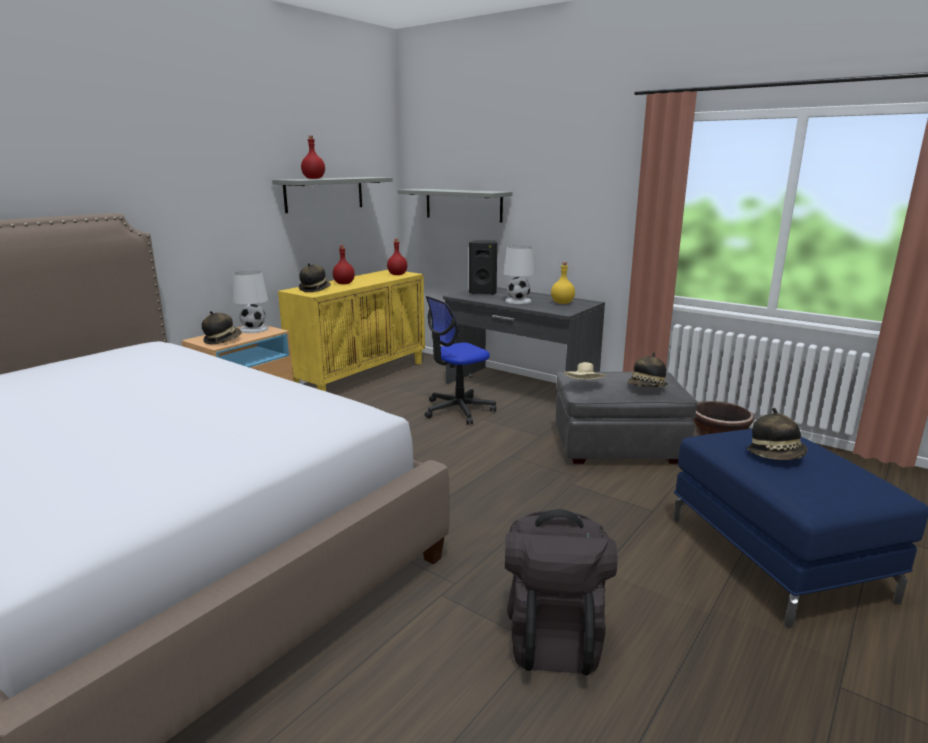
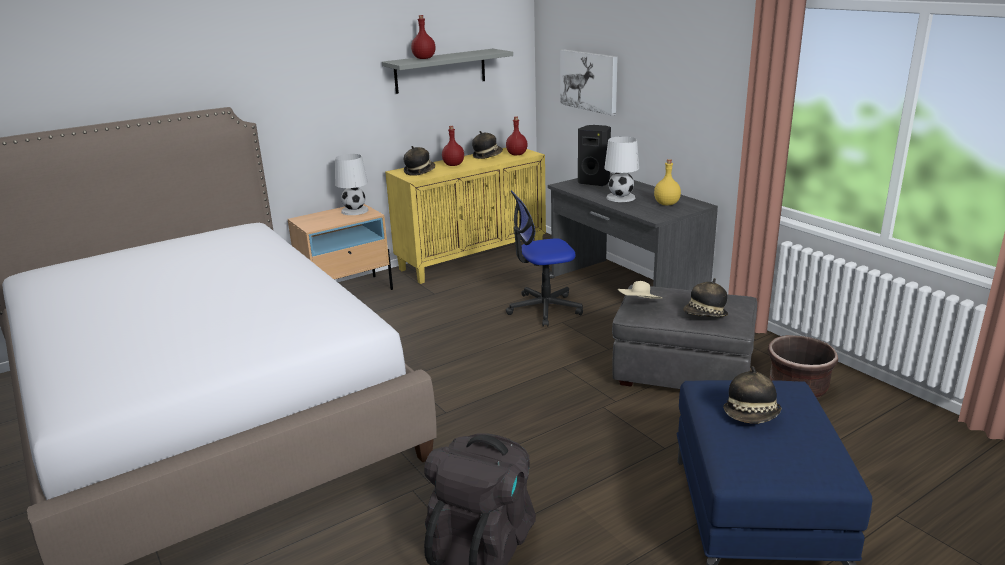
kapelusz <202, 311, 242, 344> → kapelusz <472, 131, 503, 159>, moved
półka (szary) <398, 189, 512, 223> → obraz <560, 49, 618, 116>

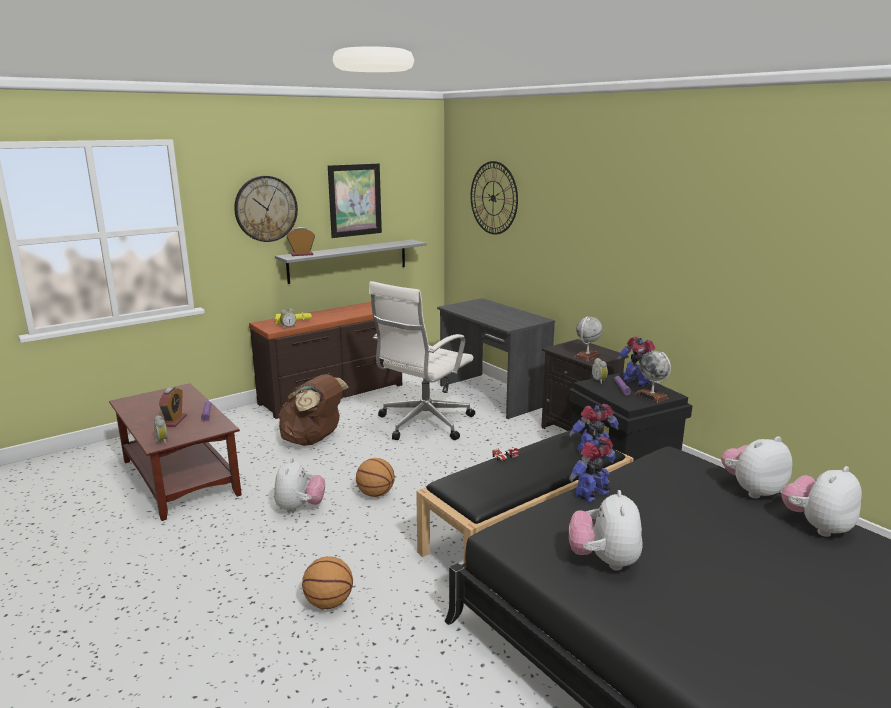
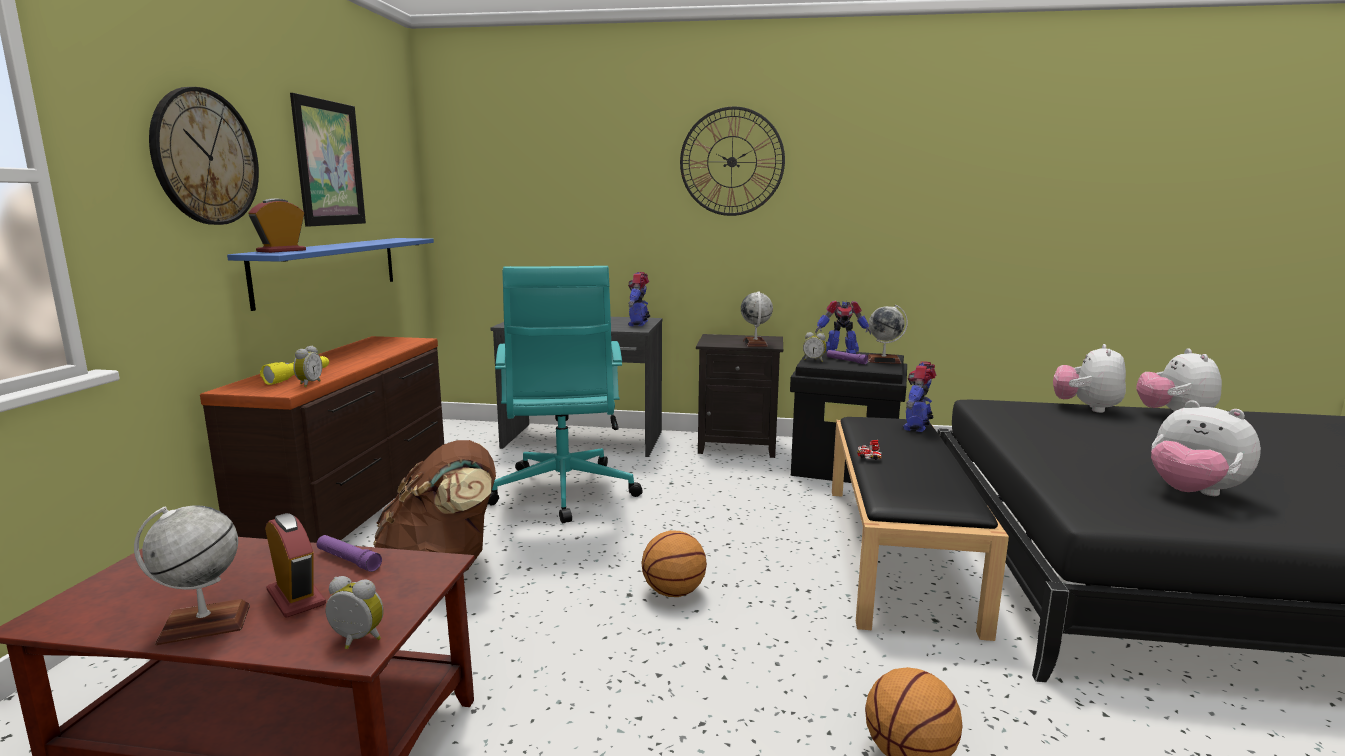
pluszak <274, 458, 325, 513> → -
półka (szary) <275, 240, 427, 284> → półka (niebieski) <227, 238, 434, 311>
krzesło biurowe (biały) <369, 281, 475, 440> → krzesło biurowe (turkusowy) <488, 266, 643, 523>
zegar ścienny <471, 161, 518, 235> → zegar ścienny <680, 106, 785, 216>, moved
robot zabawkowy <569, 436, 616, 502> → robot zabawkowy <628, 272, 650, 326>, moved
- → globus <134, 506, 250, 645>

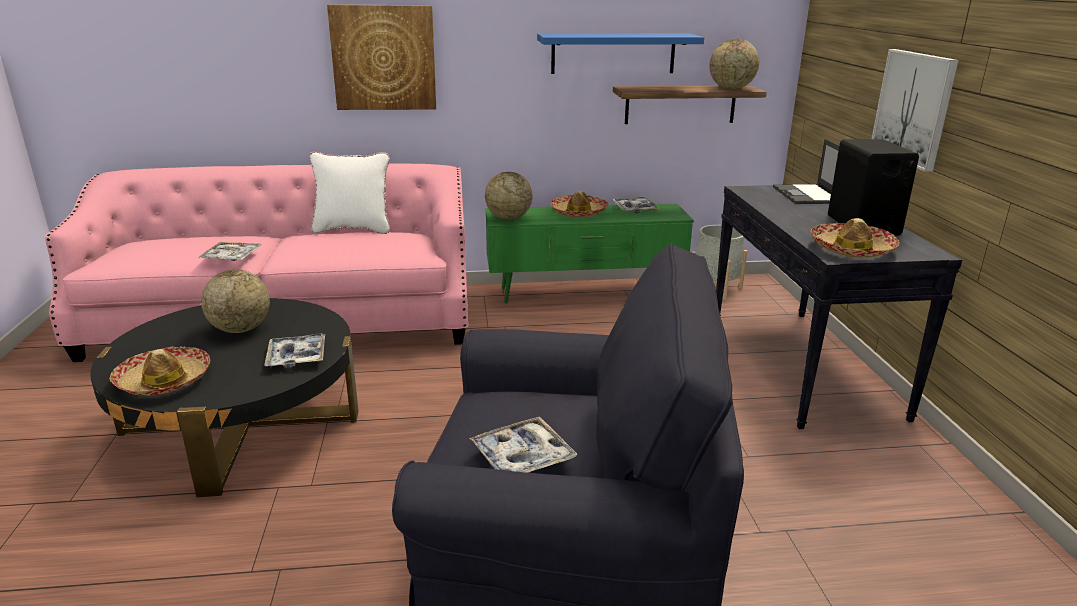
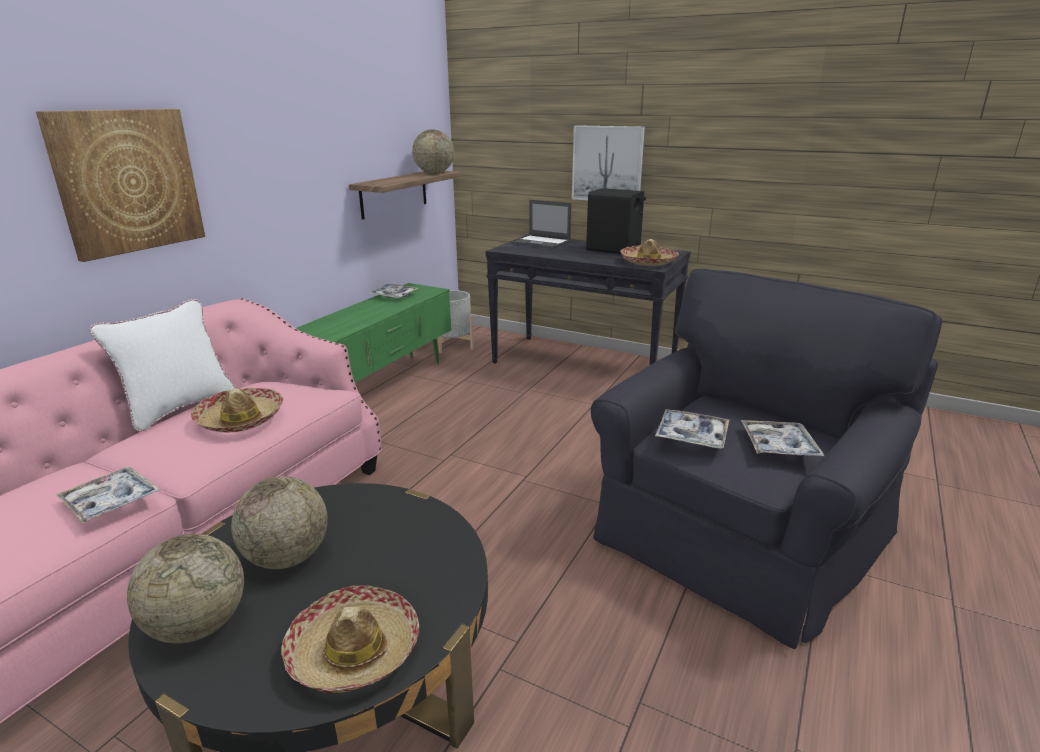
taca <264, 334, 325, 368> → taca <655, 409, 729, 448>, moved
globus <485, 172, 533, 220> → globus <127, 534, 244, 644>, moved
półka (niebieski) <537, 33, 704, 74> → -
kapelusz <551, 191, 608, 218> → kapelusz <191, 388, 283, 433>, moved

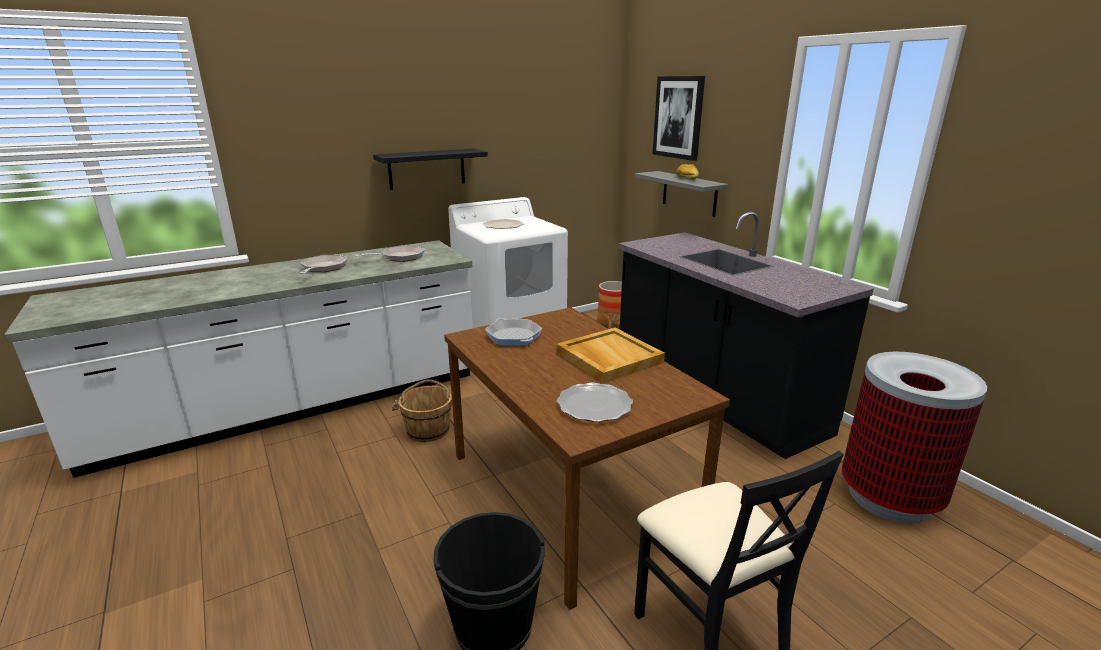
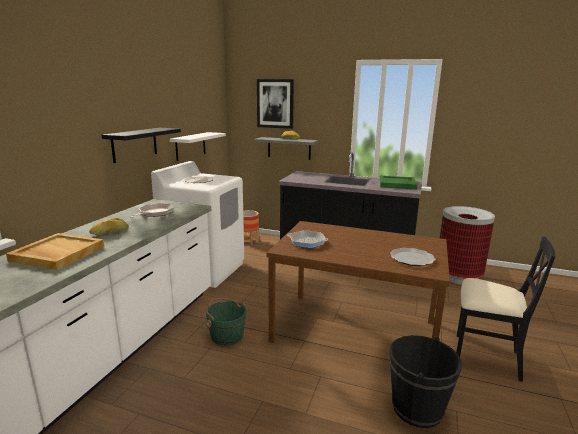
patelnia <299, 255, 348, 274> → chleb <89, 218, 129, 235>
wiadro (brązowy) <392, 380, 452, 442> → wiadro (zielony) <205, 298, 248, 346>
taca (beżowy) <557, 328, 665, 383> → taca (beżowy) <6, 233, 104, 270>, moved
- → półka (biały) <170, 132, 226, 161>
- → taca (zielony) <380, 176, 417, 190>

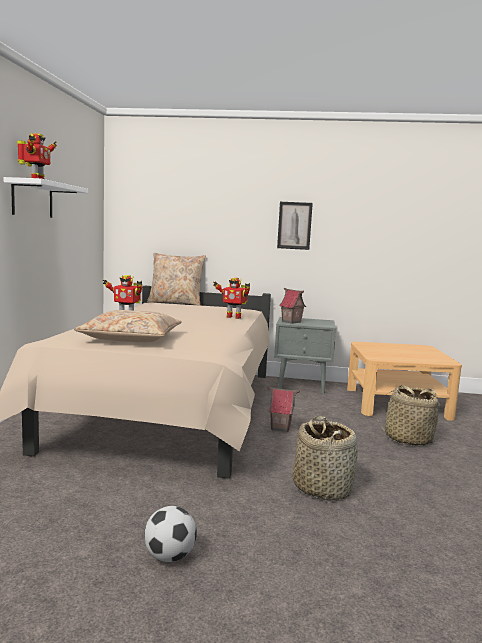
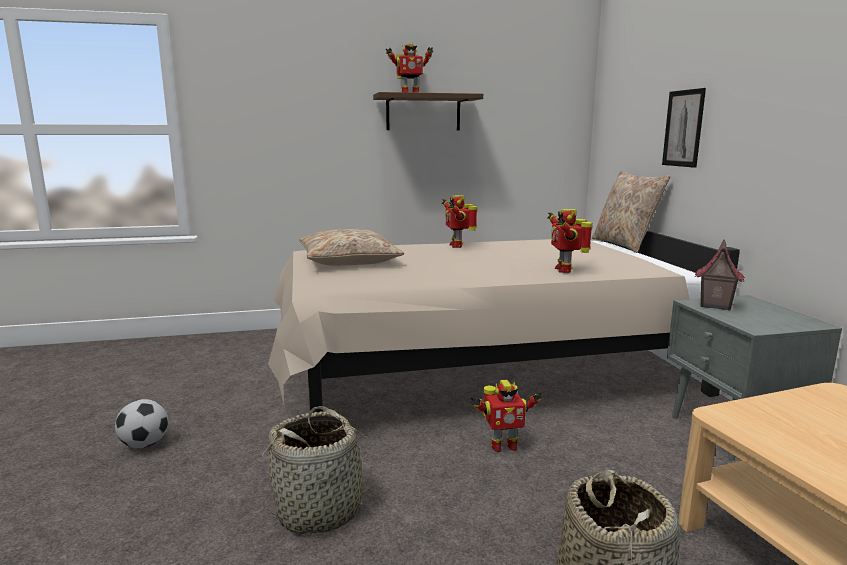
półka (biały) <4, 177, 88, 218> → półka (brązowy) <373, 92, 483, 130>
domek <267, 387, 300, 432> → robot zabawkowy <471, 380, 542, 452>
obraz <277, 202, 313, 250> → obraz <662, 88, 706, 168>, moved

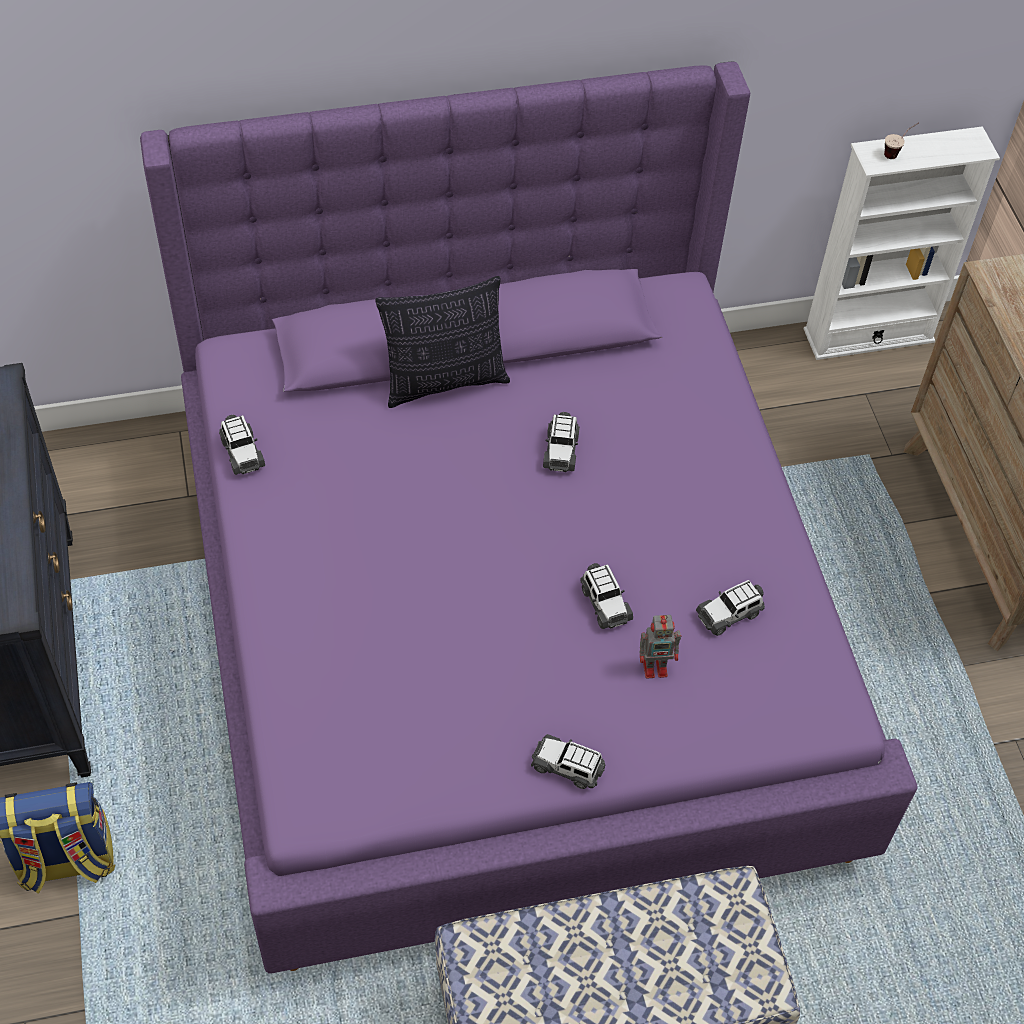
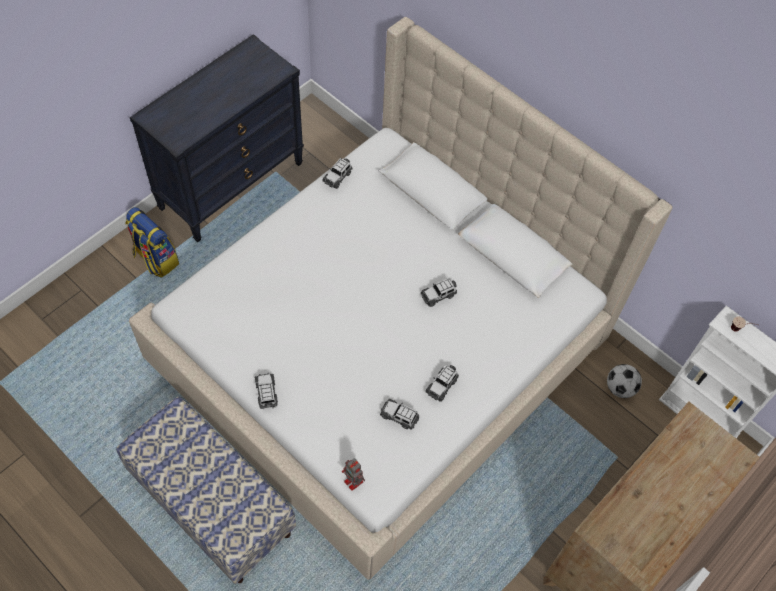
łóżko (fioletowy) <140, 61, 917, 973> → łóżko (beżowy) <129, 17, 673, 580>
poduszka <375, 276, 510, 408> → -
samochodzik <580, 563, 633, 629> → samochodzik <425, 365, 459, 402>, moved
robot zabawkowy <639, 615, 681, 678> → robot zabawkowy <342, 458, 365, 491>, moved
- → piłka futbolowa <607, 364, 642, 398>

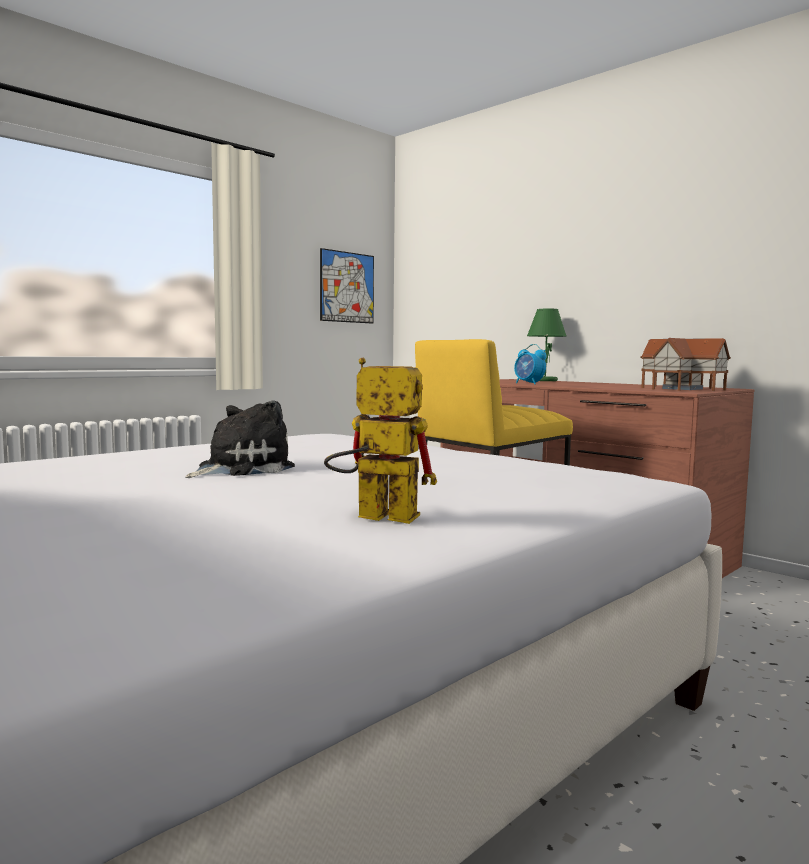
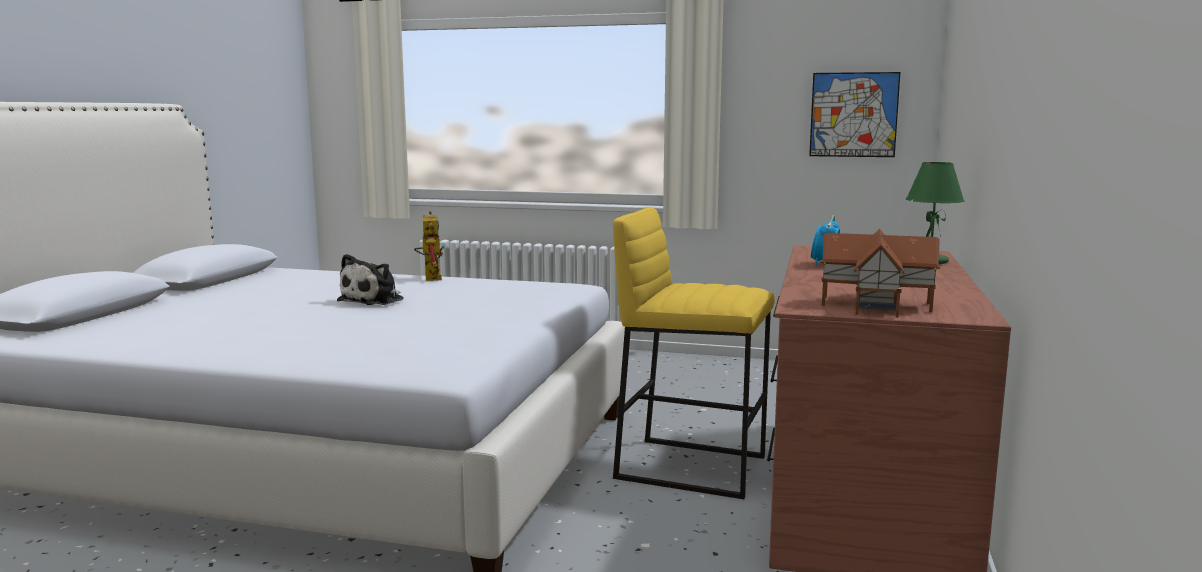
pluszak <185, 400, 295, 478> → pluszak <337, 254, 403, 305>, 105 degrees clockwise
robot zabawkowy <324, 358, 437, 524> → robot zabawkowy <414, 211, 445, 281>, moved

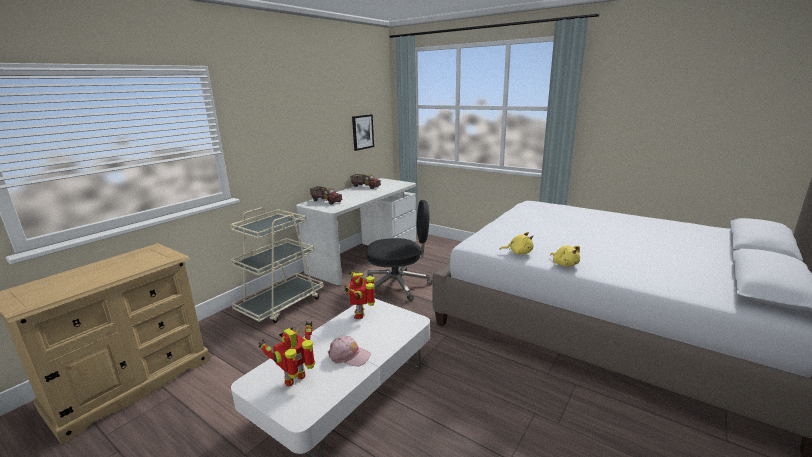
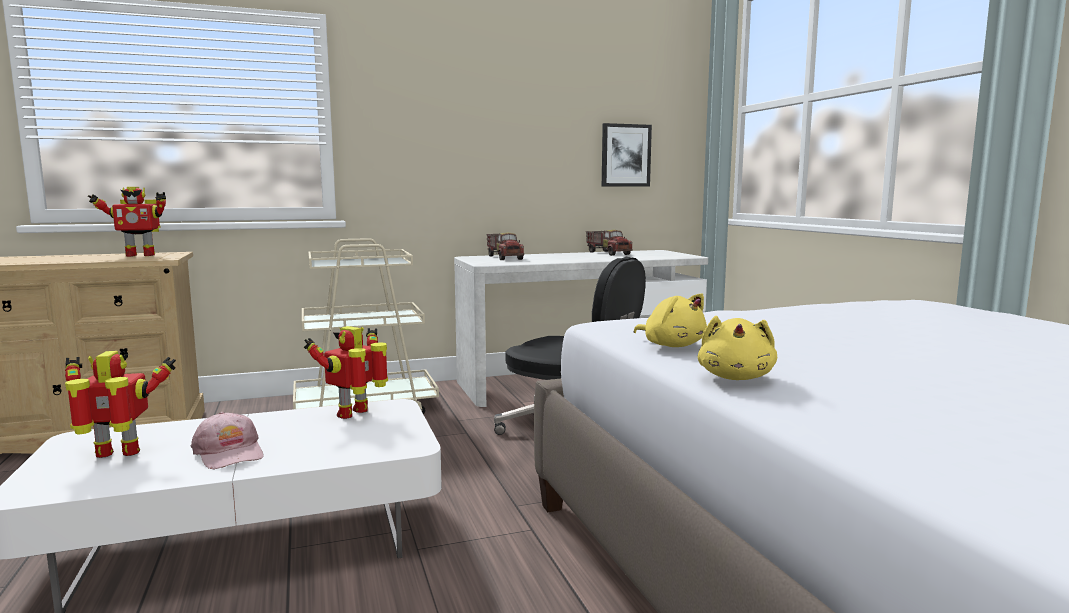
- → robot zabawkowy <88, 187, 166, 257>

